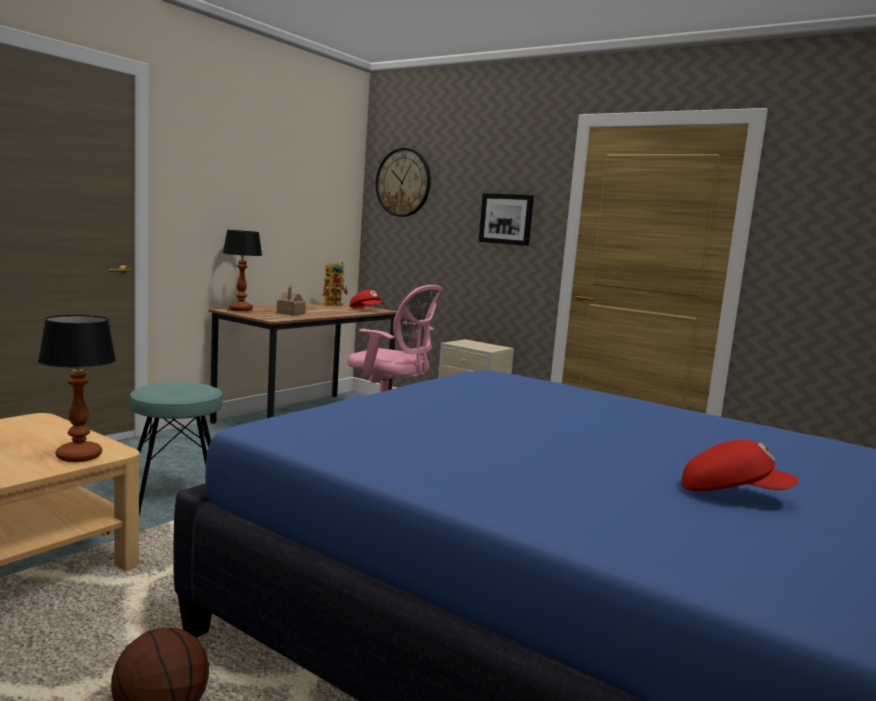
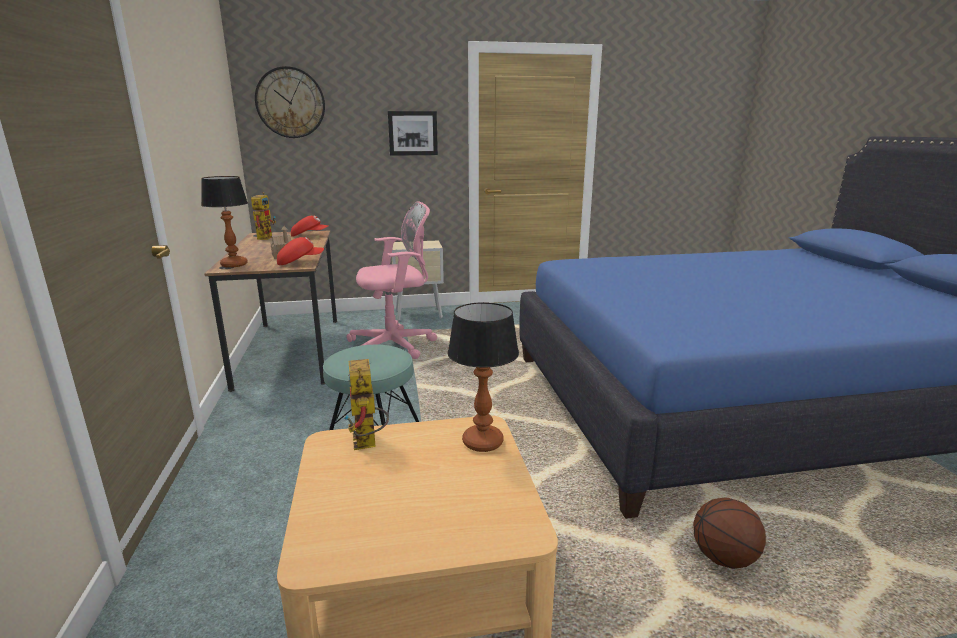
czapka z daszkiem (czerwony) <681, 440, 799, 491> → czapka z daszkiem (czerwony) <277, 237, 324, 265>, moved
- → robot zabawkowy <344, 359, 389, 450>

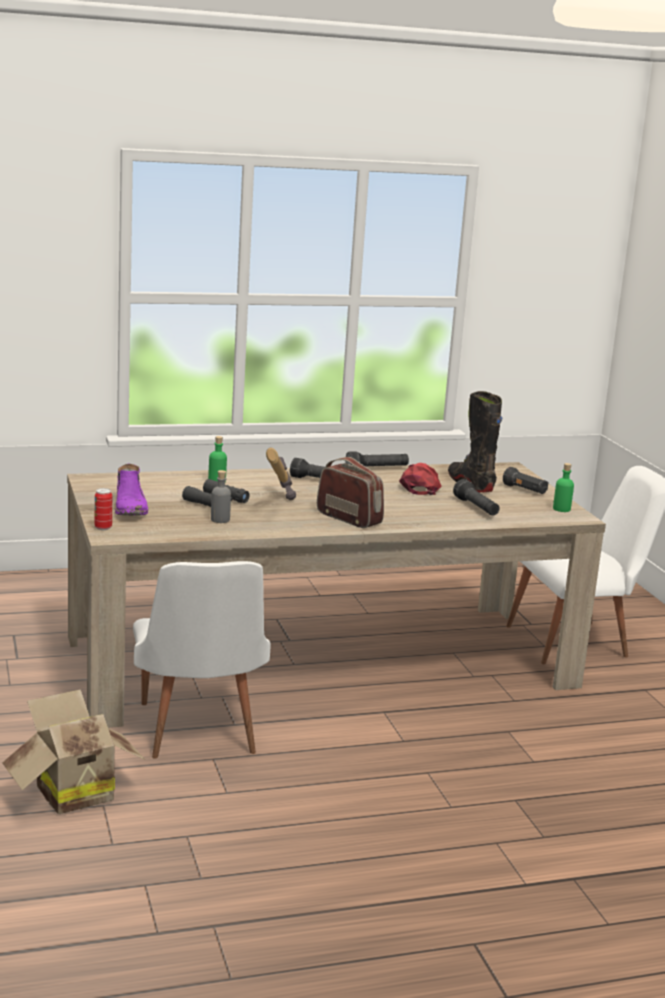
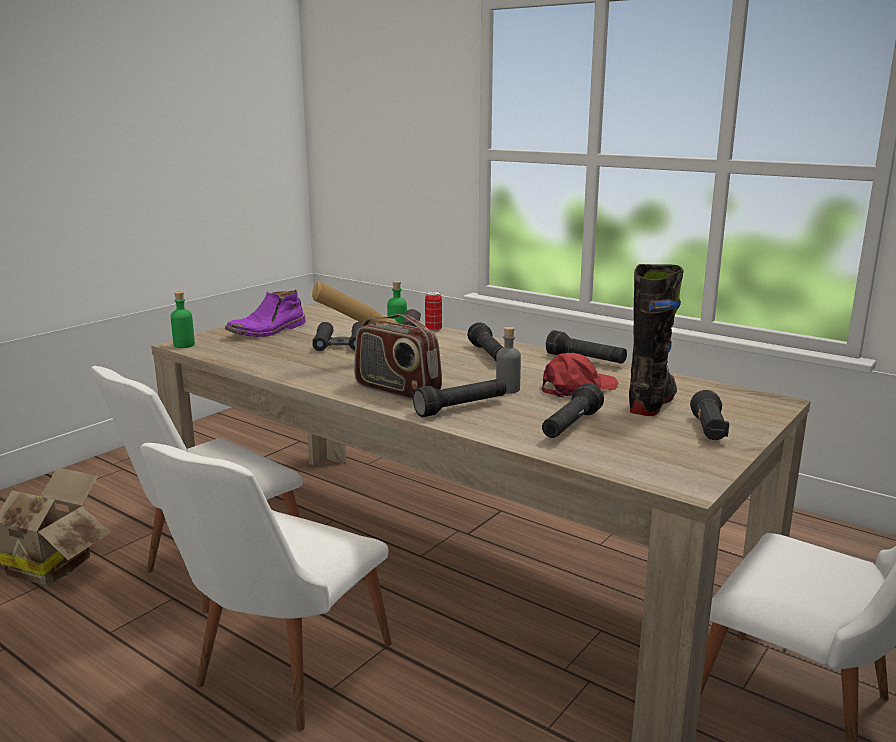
puszka <95, 488, 112, 530> → puszka <425, 291, 442, 332>, moved
butelka (szary) <211, 470, 231, 523> → butelka (szary) <496, 327, 521, 394>, moved
radio <317, 457, 384, 528> → radio <354, 314, 442, 400>, 120 degrees clockwise
butelka (zielony) <553, 463, 574, 512> → butelka (zielony) <171, 291, 195, 348>, moved
- → krzesło (biały) <140, 443, 392, 731>
- → latarka (czarny) <413, 378, 506, 417>

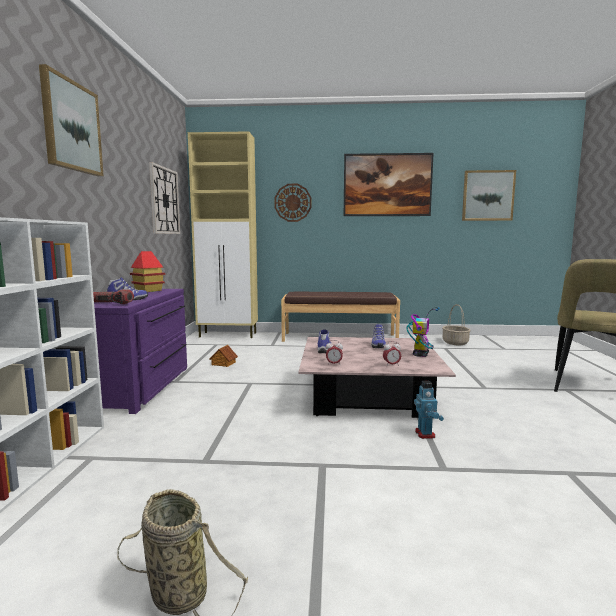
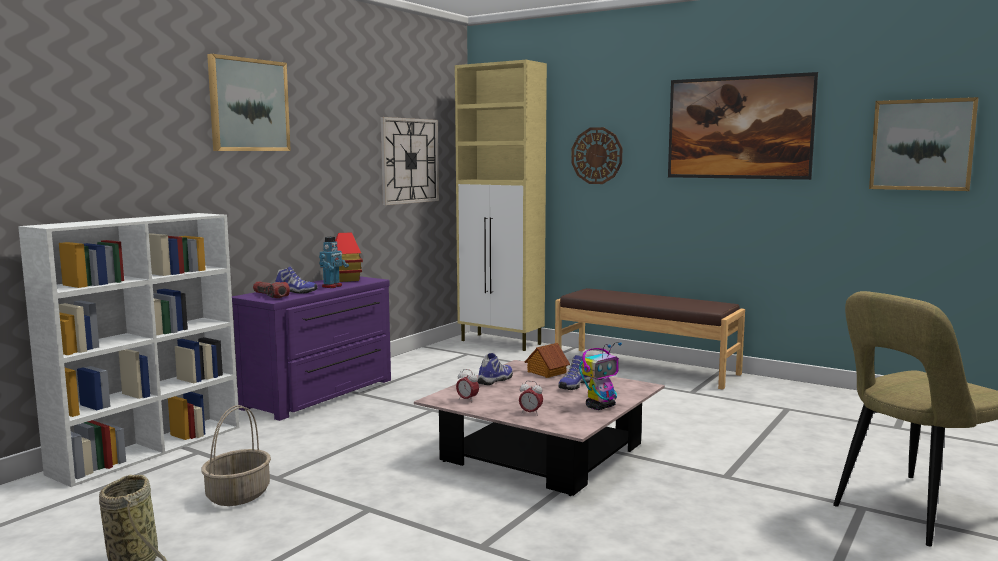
domek <209, 345, 238, 367> → domek <525, 343, 570, 378>, moved
robot zabawkowy <414, 381, 444, 439> → robot zabawkowy <319, 237, 349, 288>, moved
koszyk <442, 304, 471, 345> → koszyk <201, 405, 271, 506>, moved

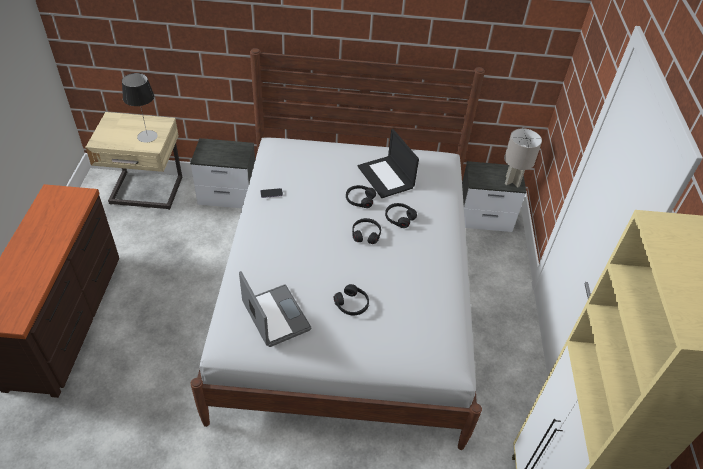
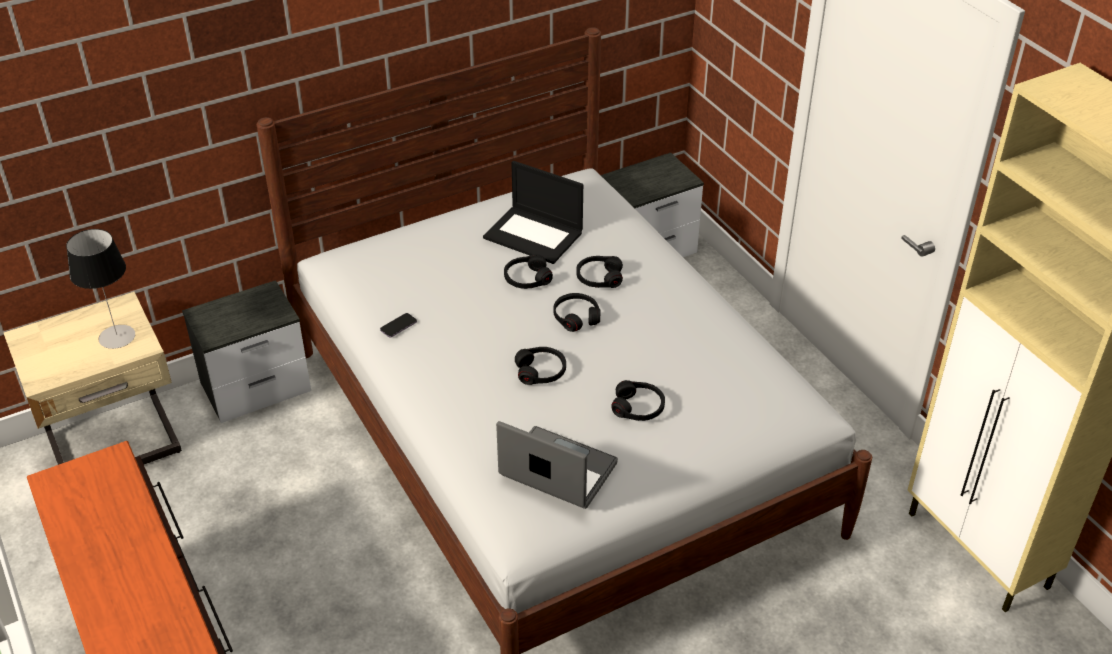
lampa stołowa (szary) <504, 128, 542, 188> → -
- → słuchawki (czarny) <515, 347, 566, 385>

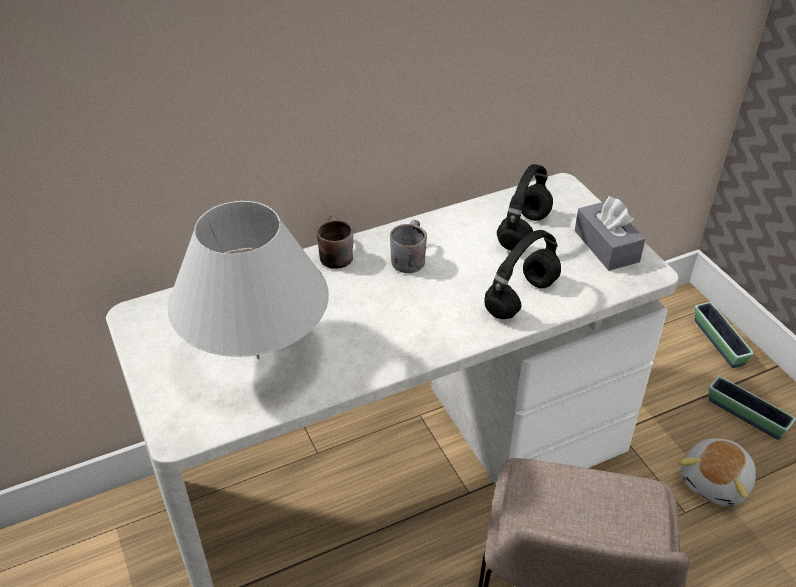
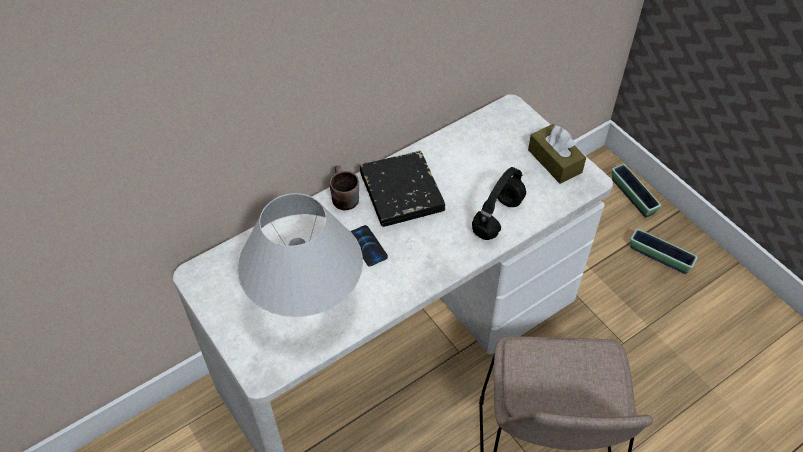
kubek (szary) <390, 220, 427, 273> → książka (czarny) <360, 151, 445, 227>
słuchawki (czarny) <497, 164, 553, 251> → -
pudełko chusteczek (szary) <575, 196, 645, 271> → pudełko chusteczek (brązowy) <528, 124, 586, 184>
pluszak <679, 438, 756, 507> → -
- → telefon <351, 225, 388, 267>

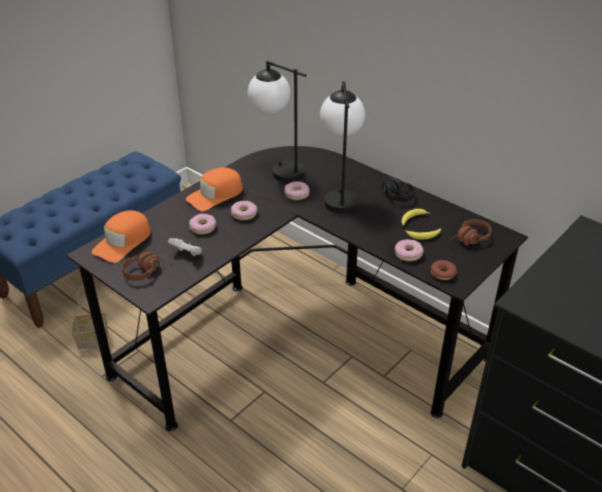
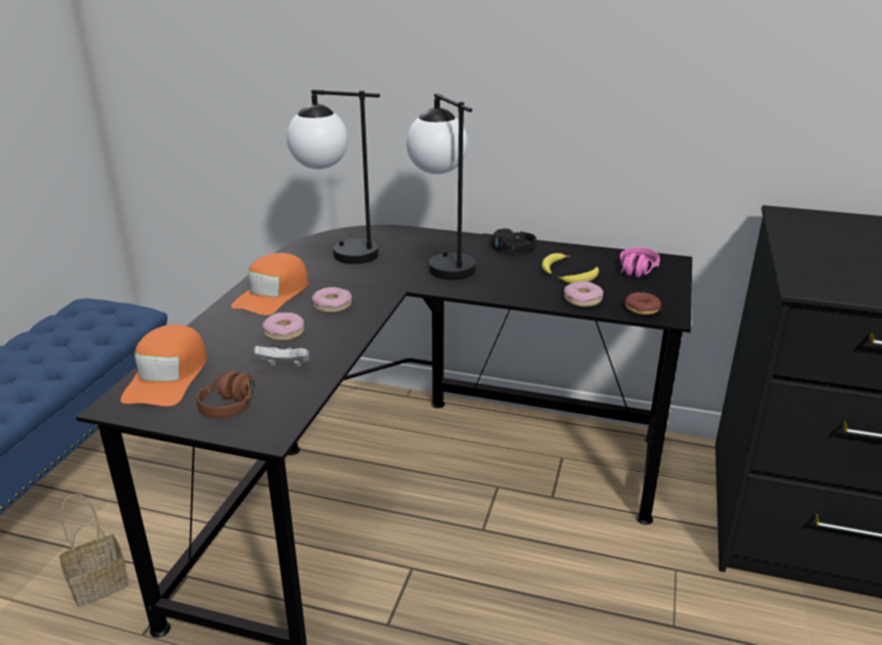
donut <285, 181, 310, 200> → -
słuchawki (brązowy) <449, 219, 491, 245> → słuchawki (różowy) <620, 247, 660, 277>

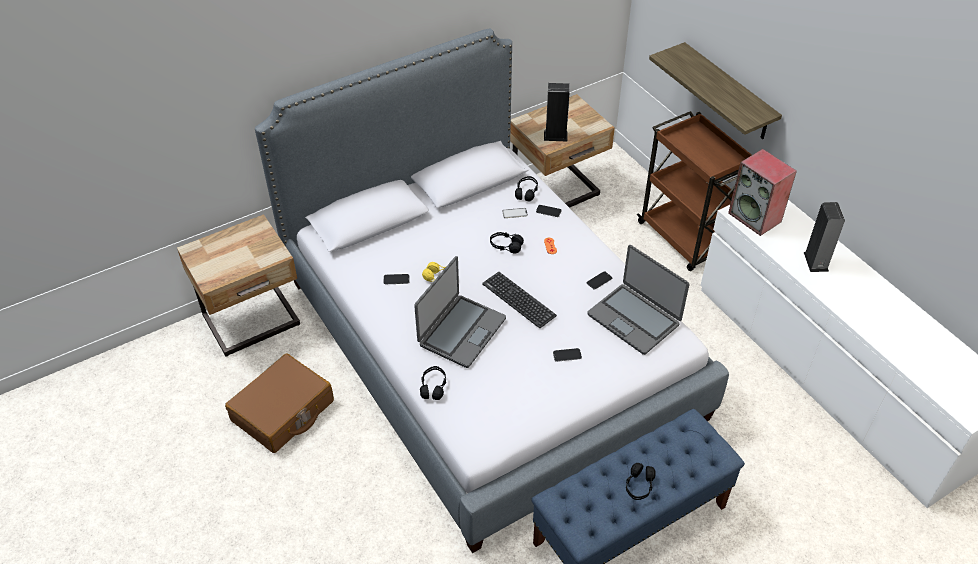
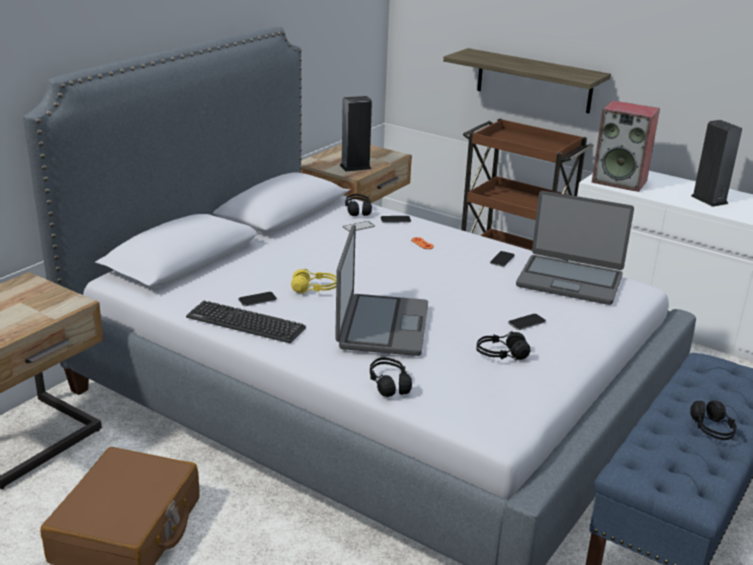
klawiatura <482, 272, 557, 328> → klawiatura <186, 301, 306, 343>, moved
słuchawki (czarny) <490, 232, 524, 253> → słuchawki (czarny) <476, 331, 530, 361>, moved

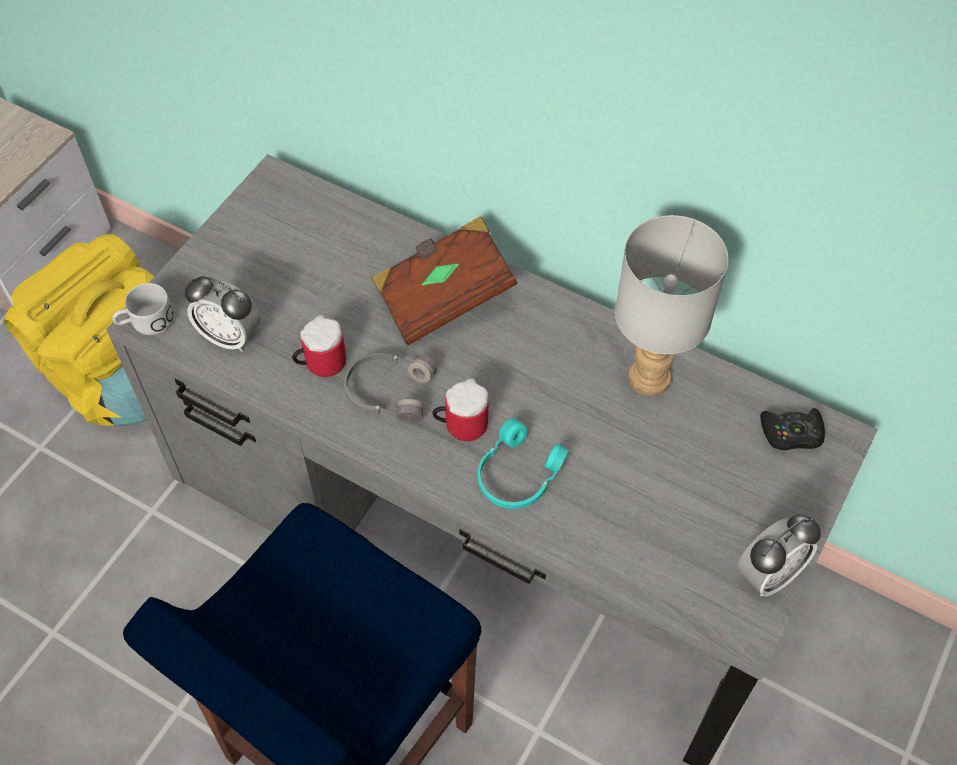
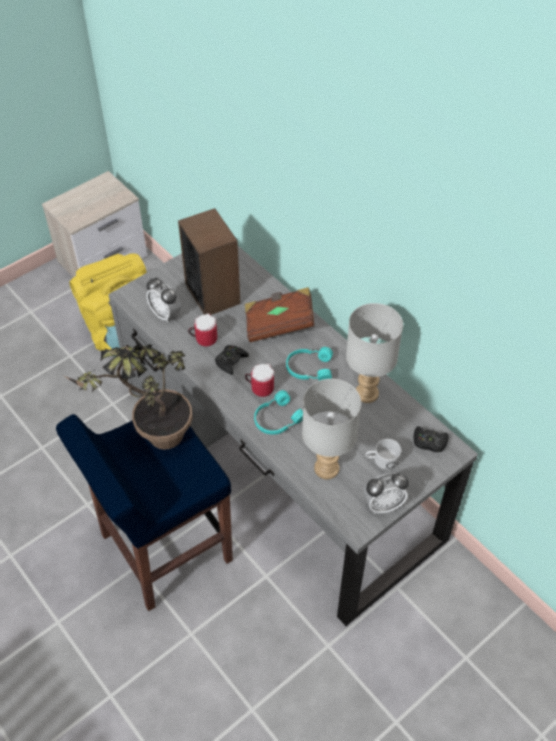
kubek (biały) <112, 283, 174, 335> → kubek (biały) <365, 439, 401, 470>, moved
słuchawki (szary) <344, 353, 437, 421> → pad do gier (czarny) <215, 345, 249, 375>
- → roślina doniczkowa <64, 344, 193, 450>
- → głośnik <178, 208, 241, 315>
- → słuchawki (turkusowy) <286, 347, 333, 381>
- → lampa stołowa (szary) <302, 379, 361, 479>

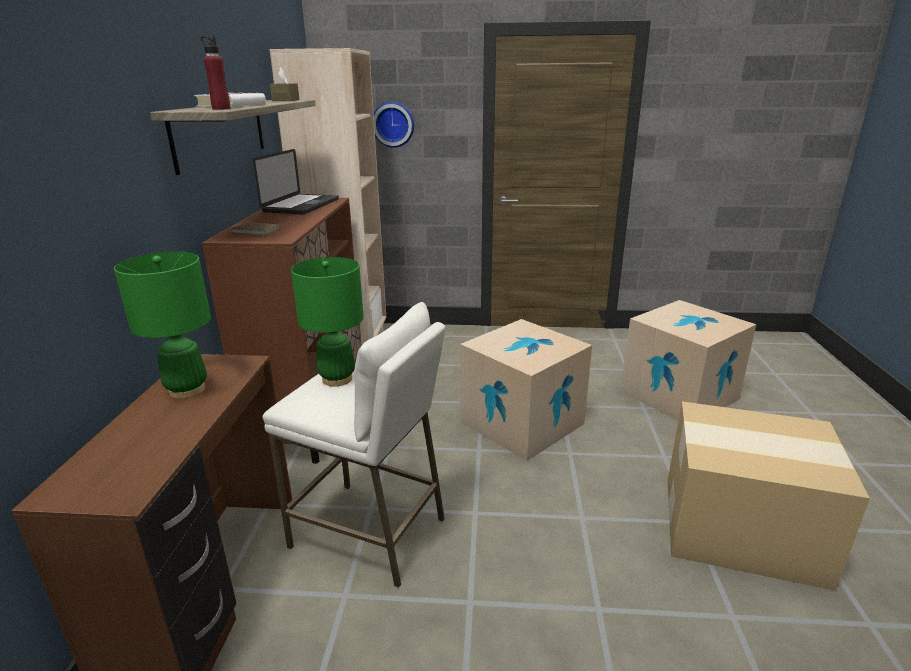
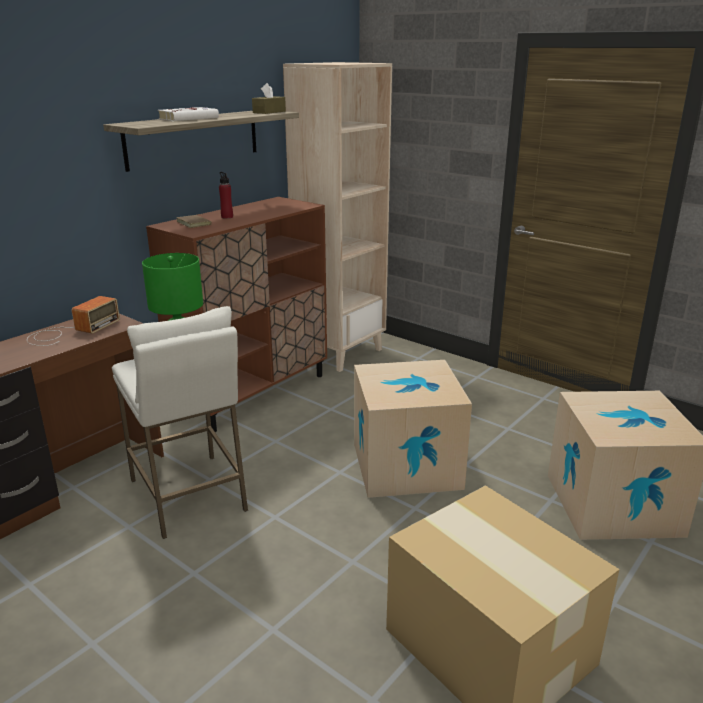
lampa stołowa (zielony) <114, 251, 211, 399> → radio <27, 296, 120, 346>
butelka (czerwony) <201, 36, 231, 110> → butelka (czerwony) <219, 172, 233, 219>, moved
laptop <253, 149, 339, 215> → -
zegar ścienny <374, 102, 414, 148> → -

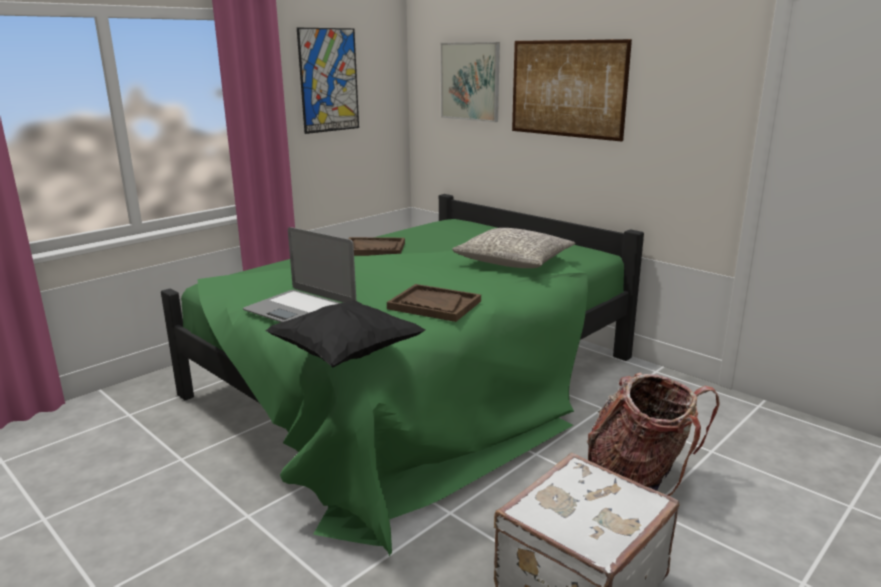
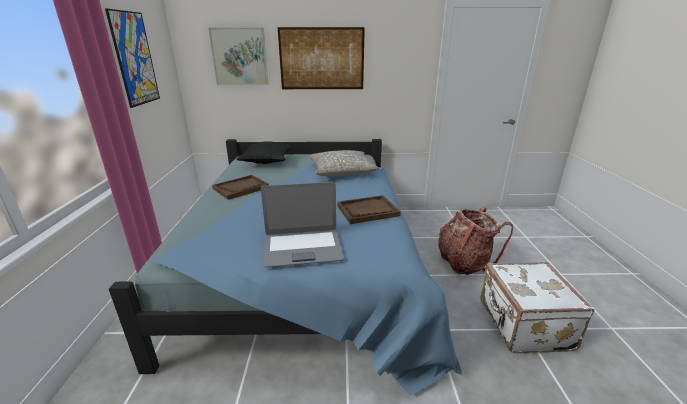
łóżko (zielony) <161, 194, 644, 557> → łóżko (niebieski) <109, 139, 462, 396>
poduszka (czarny) <265, 300, 425, 367> → poduszka (czarny) <236, 141, 292, 164>, moved

